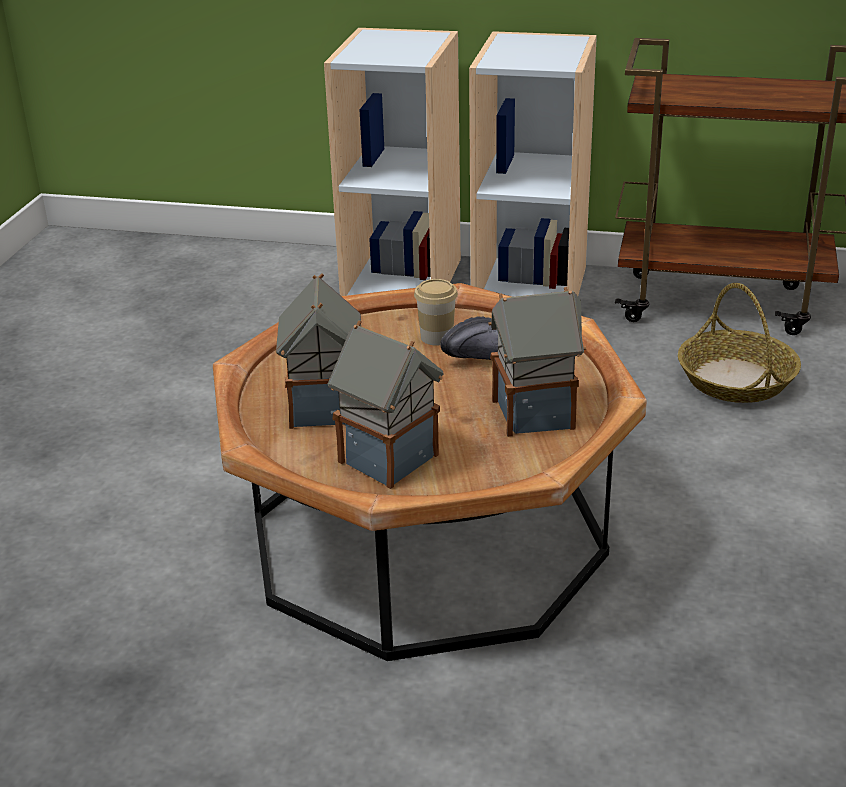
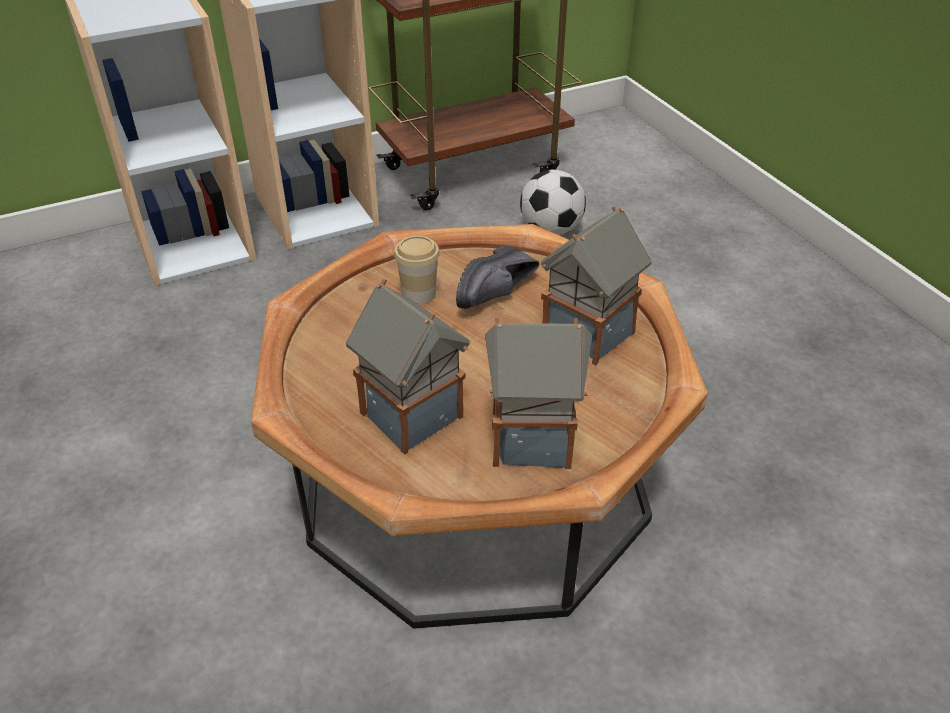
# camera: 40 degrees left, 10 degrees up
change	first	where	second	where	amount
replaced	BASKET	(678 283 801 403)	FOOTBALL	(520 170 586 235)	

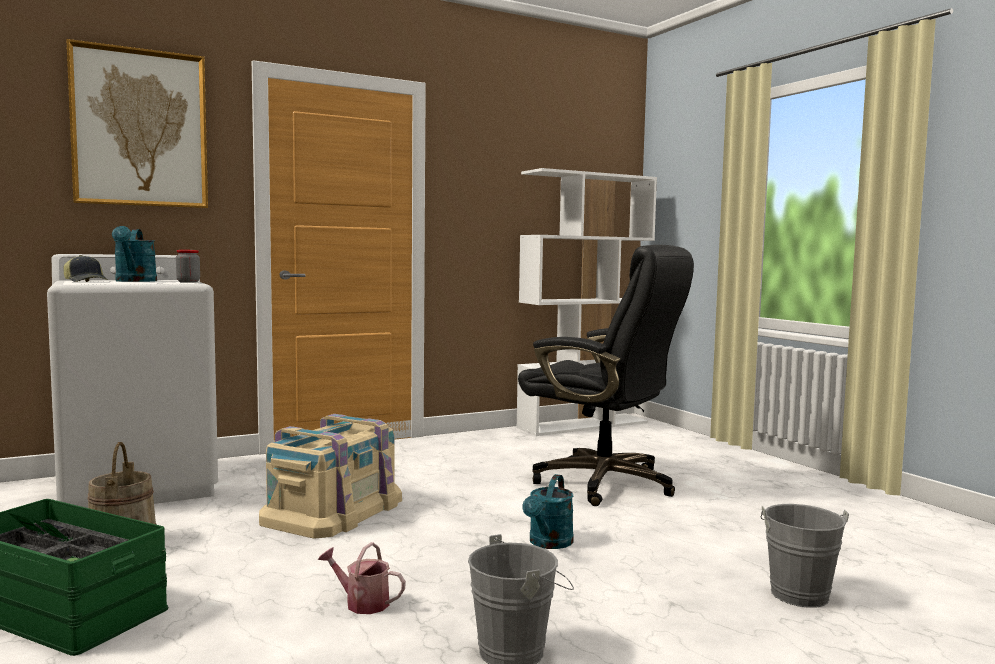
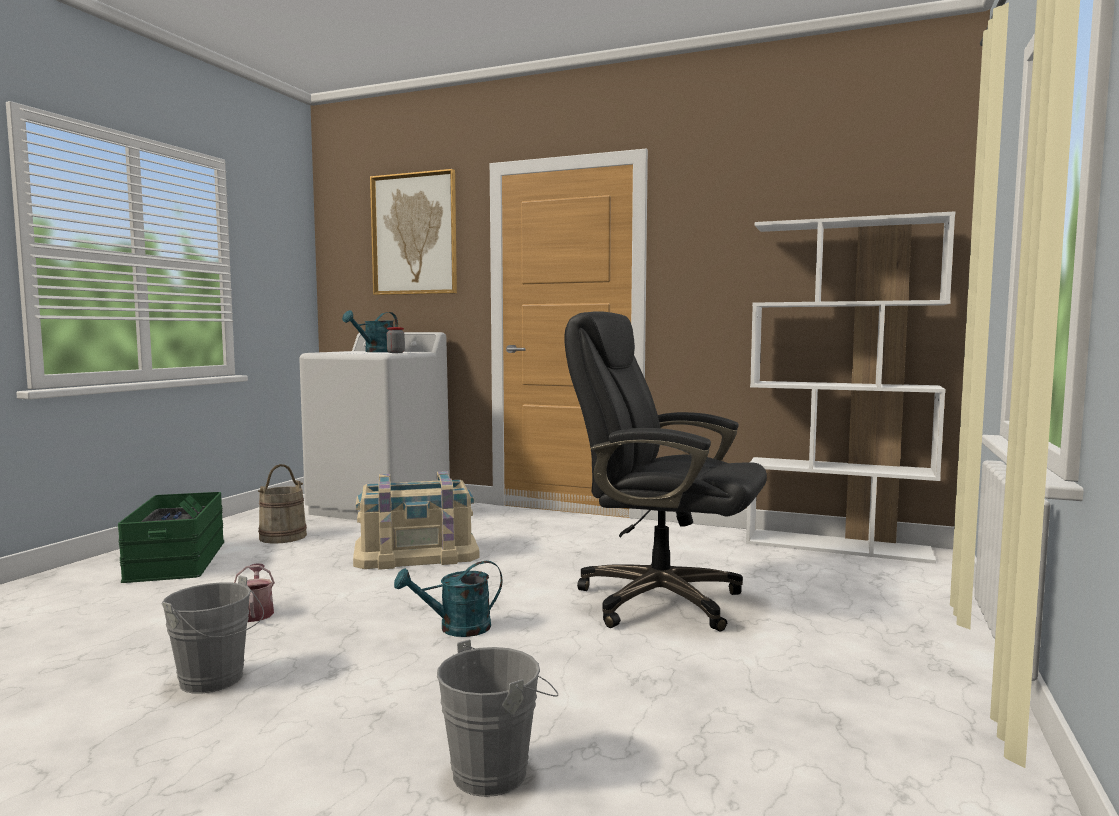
# camera: 50 degrees right, 0 degrees up
change	first	where	second	where	amount
turned	BLACK OFFICE CHAIR	(518 245 694 506)		(564 311 767 631)	120 degrees clockwise
removed	CAP	(63 255 108 282)			

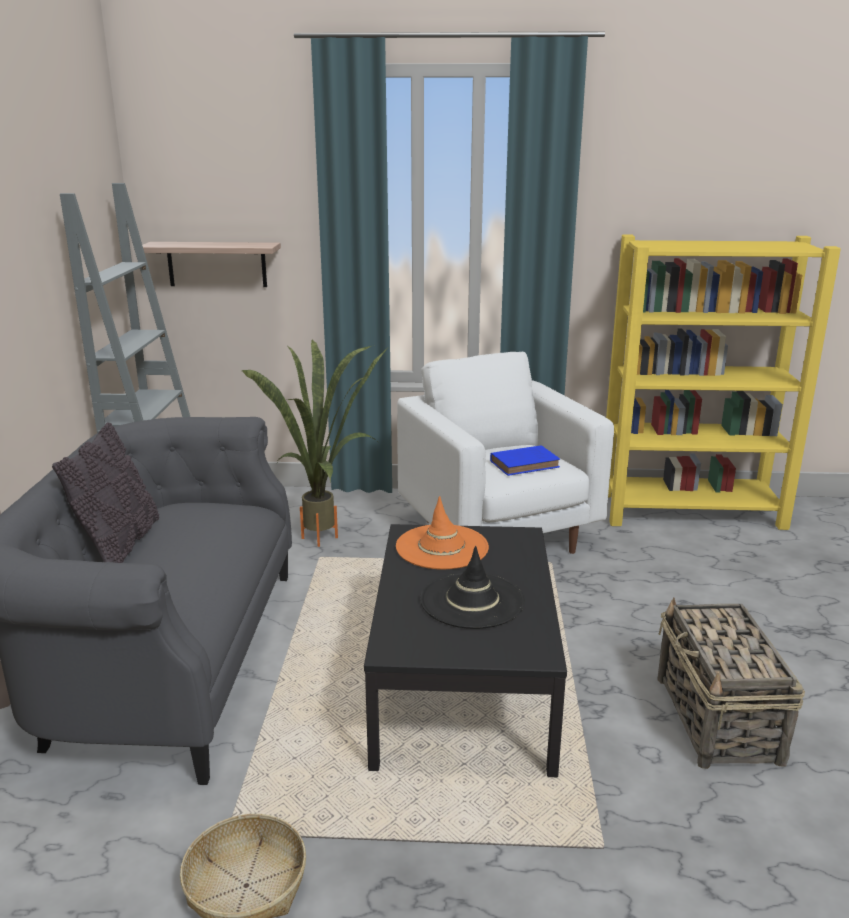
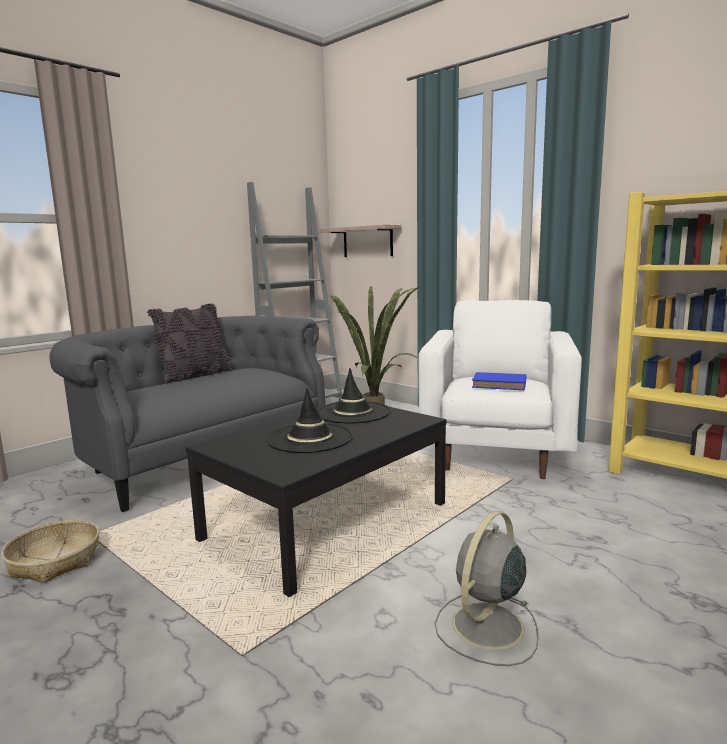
# camera: 40 degrees right, 10 degrees down
change	first	where	second	where	amount
recoloured	ORANGE HAT	(396 496 489 569)	BLACK HAT	(317 368 391 424)	
replaced	BASKET	(657 597 805 769)	GREY FAN	(435 511 539 666)	

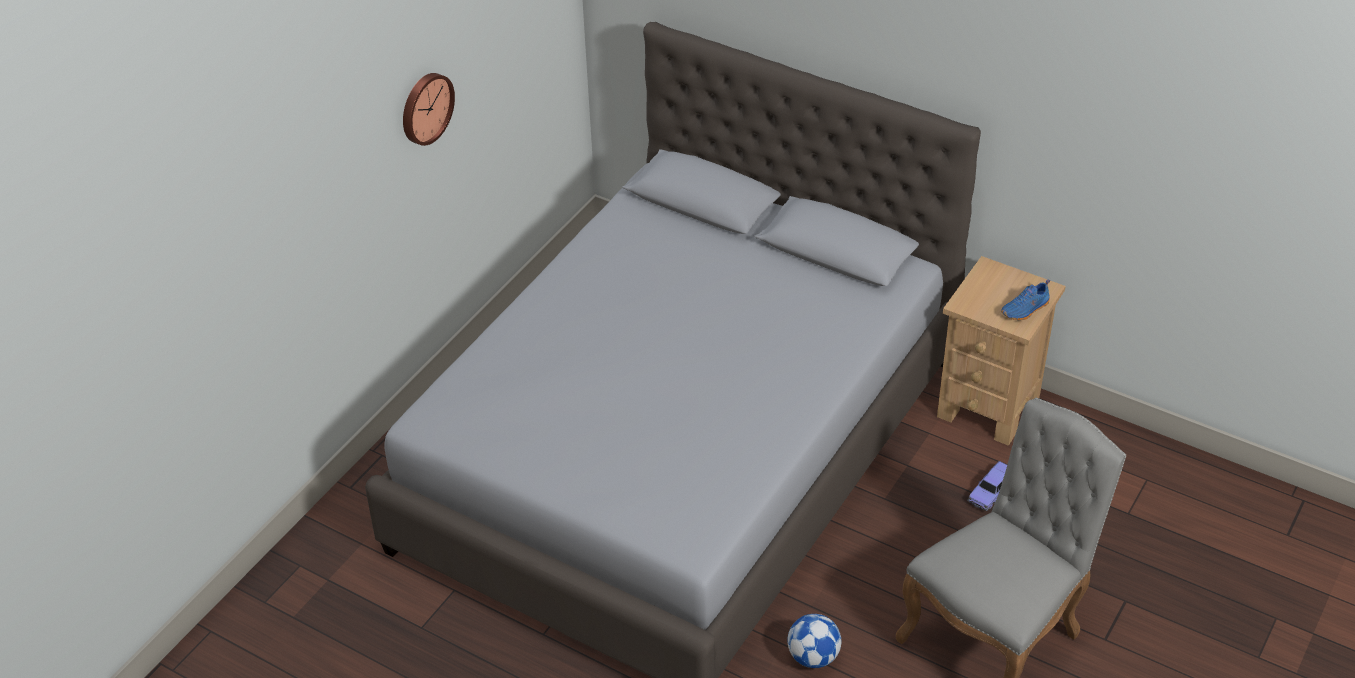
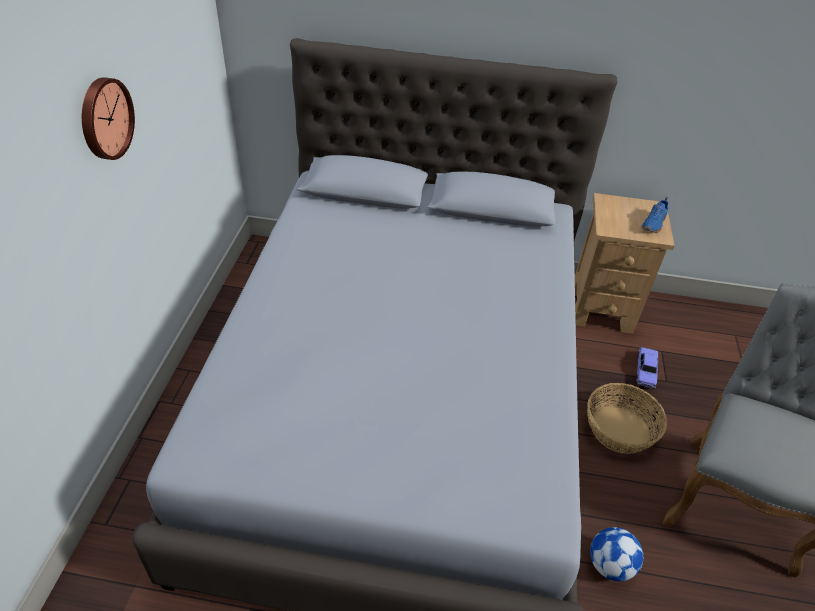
# camera: 25 degrees left, 0 degrees up
change	first	where	second	where	amount
added			BASKET	(587 383 667 454)	

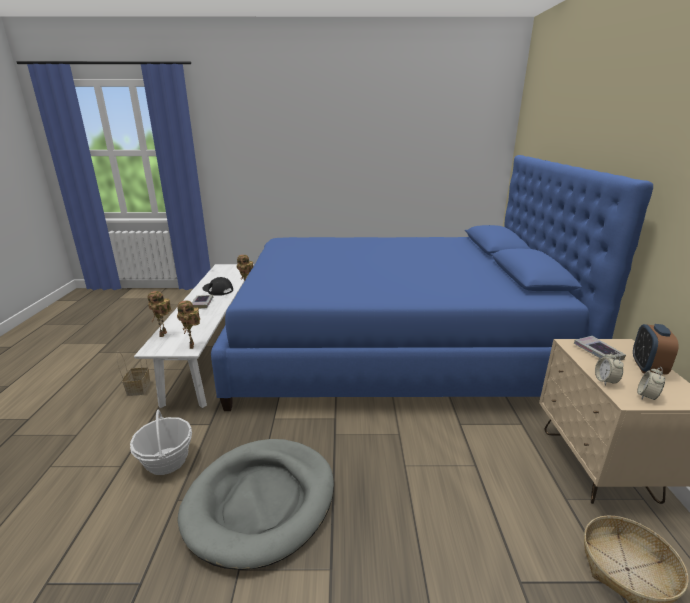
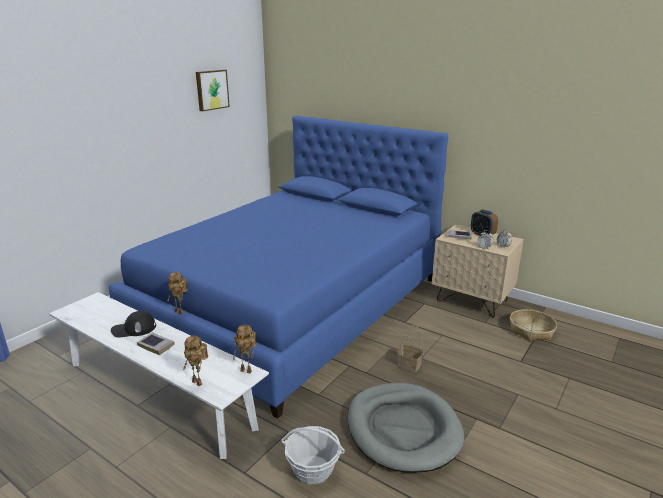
# camera: 55 degrees left, 0 degrees up
change	first	where	second	where	amount
added			PICTURE	(196 70 230 111)	
moved	BASKET	(117 351 151 396)		(397 325 423 372)	

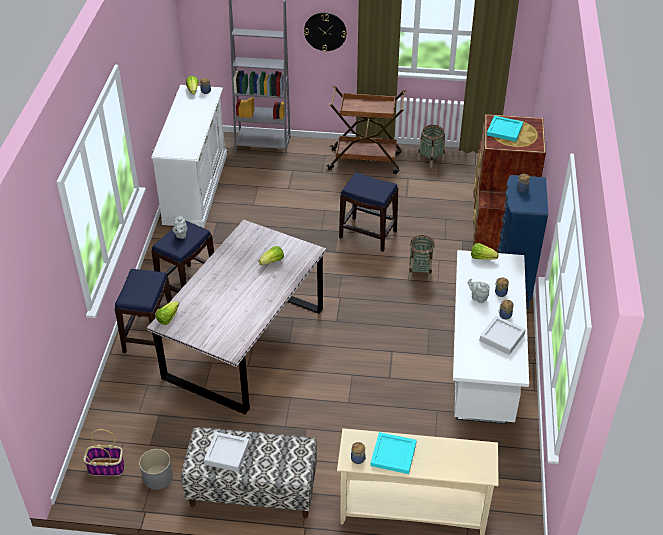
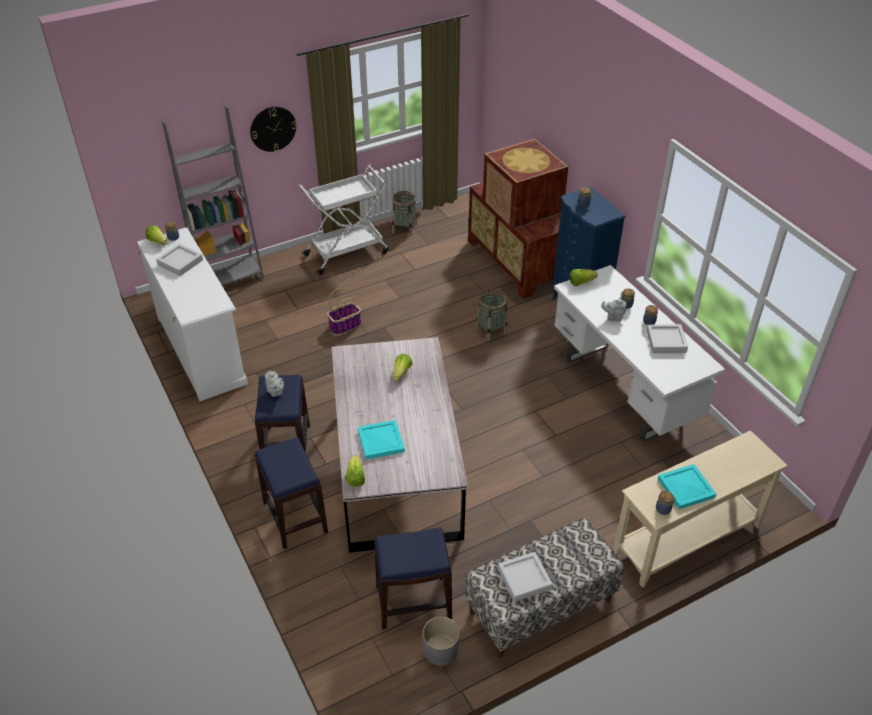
# camera: 35 degrees left, 0 degrees up
change	first	where	second	where	amount
added			GREY TRAY	(156 243 203 276)	
recoloured	BROWN CART	(326 86 406 174)	WHITE CART	(298 164 389 275)	
moved	BASKET	(84 429 125 476)		(327 288 361 335)	
moved	TURQUOISE TRAY	(487 116 523 142)		(358 420 405 460)	
moved	STOOL	(339 172 398 252)		(374 527 452 629)	

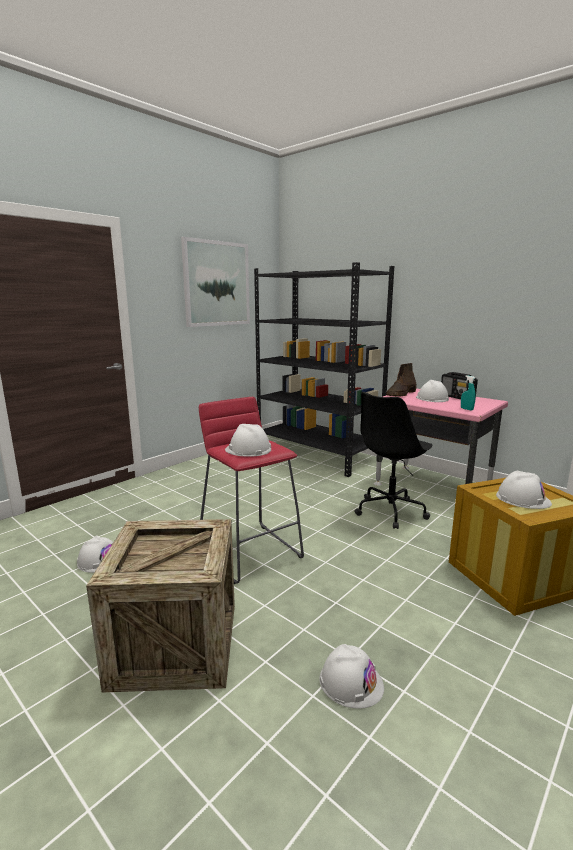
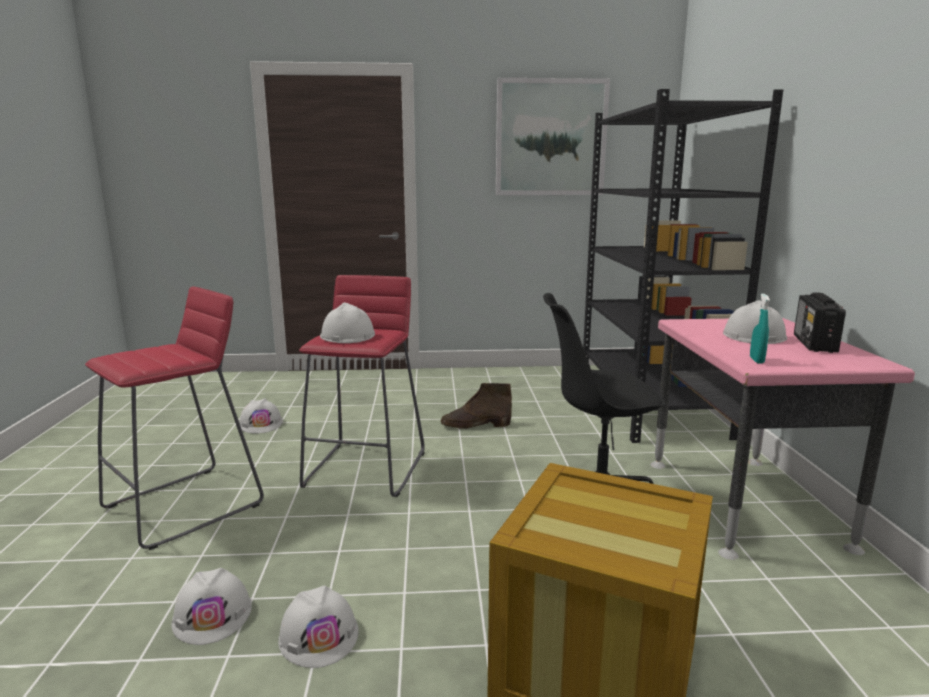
# camera: 45 degrees right, 0 degrees up
change	first	where	second	where	amount
replaced	CRATE	(86 519 235 693)	RED STOOL	(85 286 264 550)	
moved	WHITE HARD HAT	(496 471 552 509)		(278 586 359 668)	
moved	BROWN BOOT	(386 363 417 397)		(441 383 512 429)	

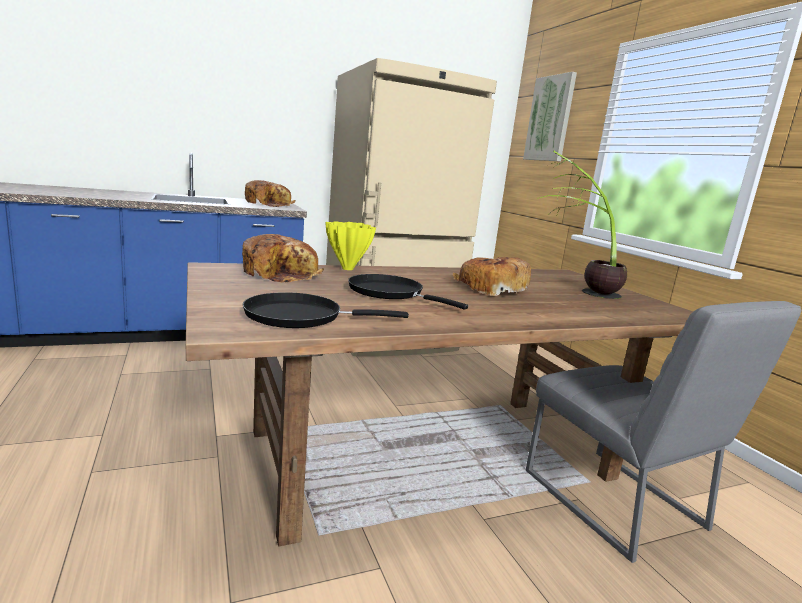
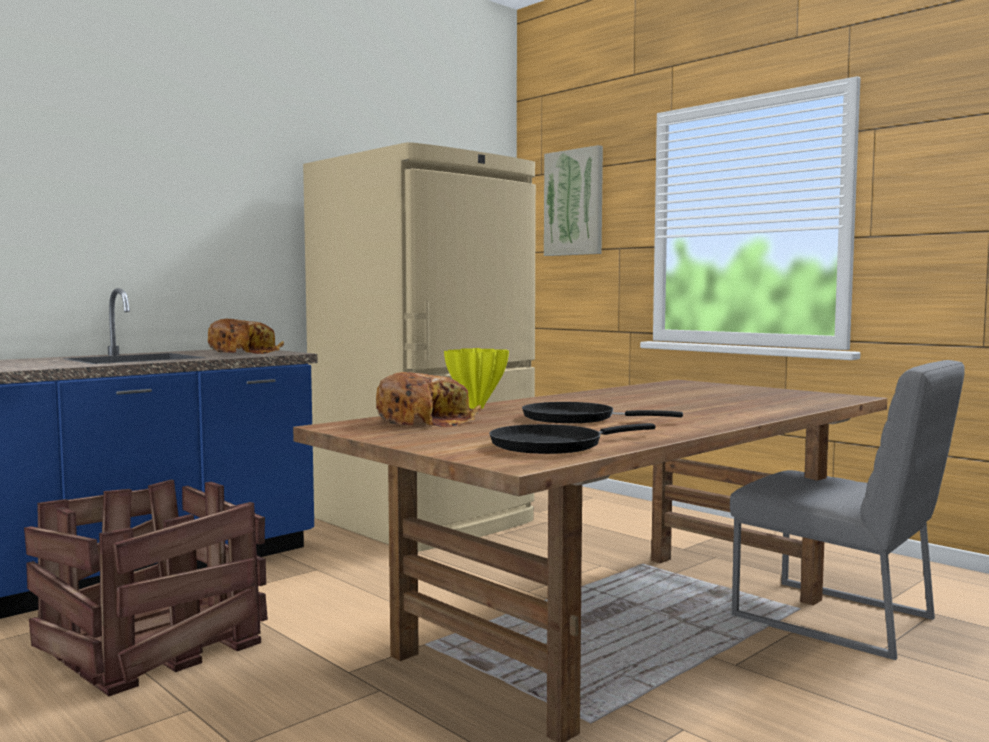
# camera: 20 degrees left, 10 degrees down
change	first	where	second	where	amount
added			CRATE	(24 480 268 696)	
removed	BREAD	(453 257 531 296)			
removed	POTTED PLANT	(537 151 627 299)			

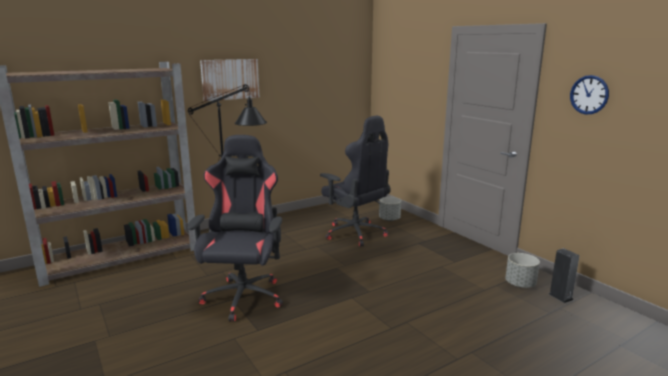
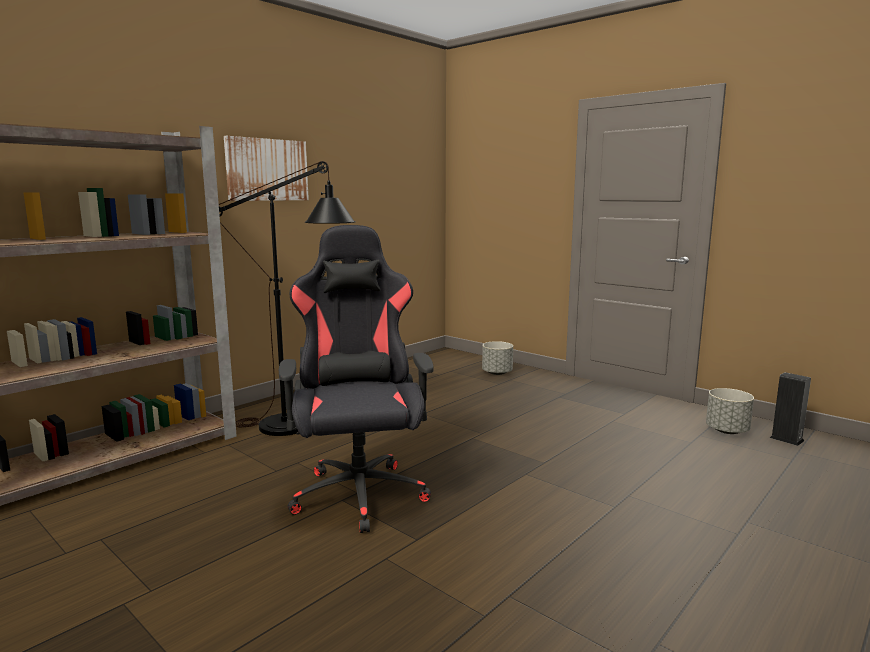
# camera: 15 degrees left, 5 degrees down
change	first	where	second	where	amount
removed	BLACK OFFICE CHAIR	(320 116 391 247)			
removed	WALL CLOCK	(570 75 609 114)			

